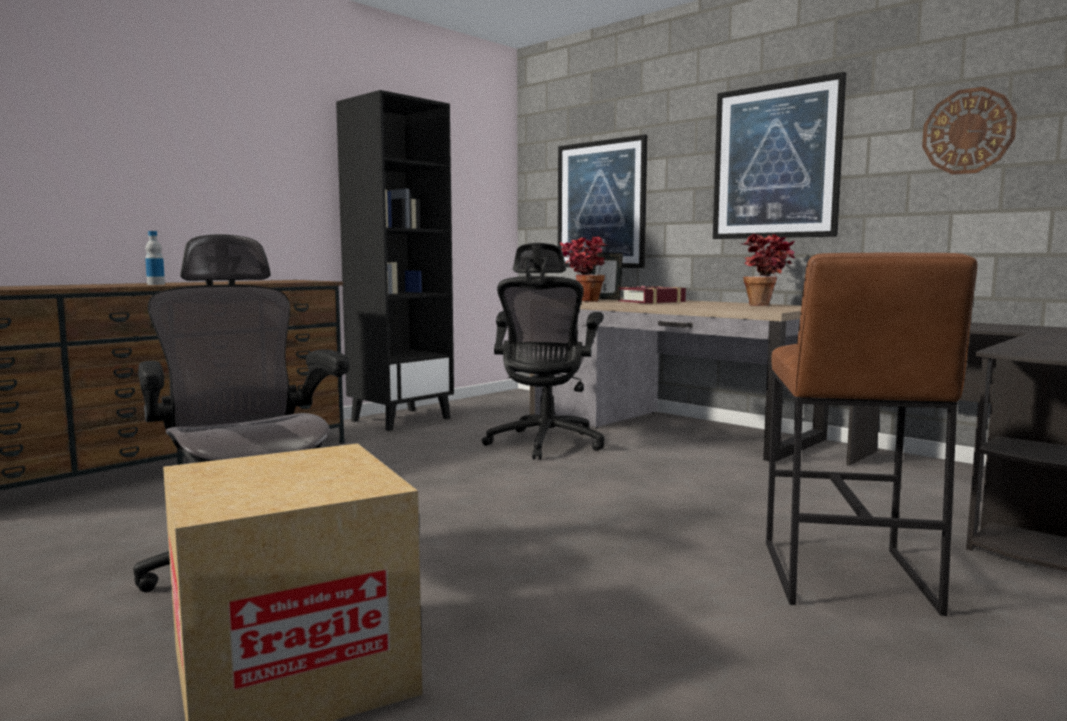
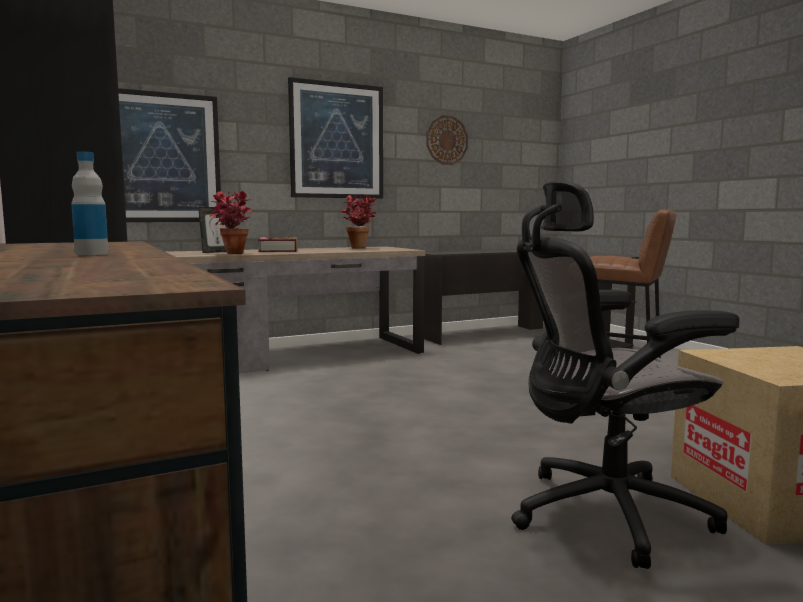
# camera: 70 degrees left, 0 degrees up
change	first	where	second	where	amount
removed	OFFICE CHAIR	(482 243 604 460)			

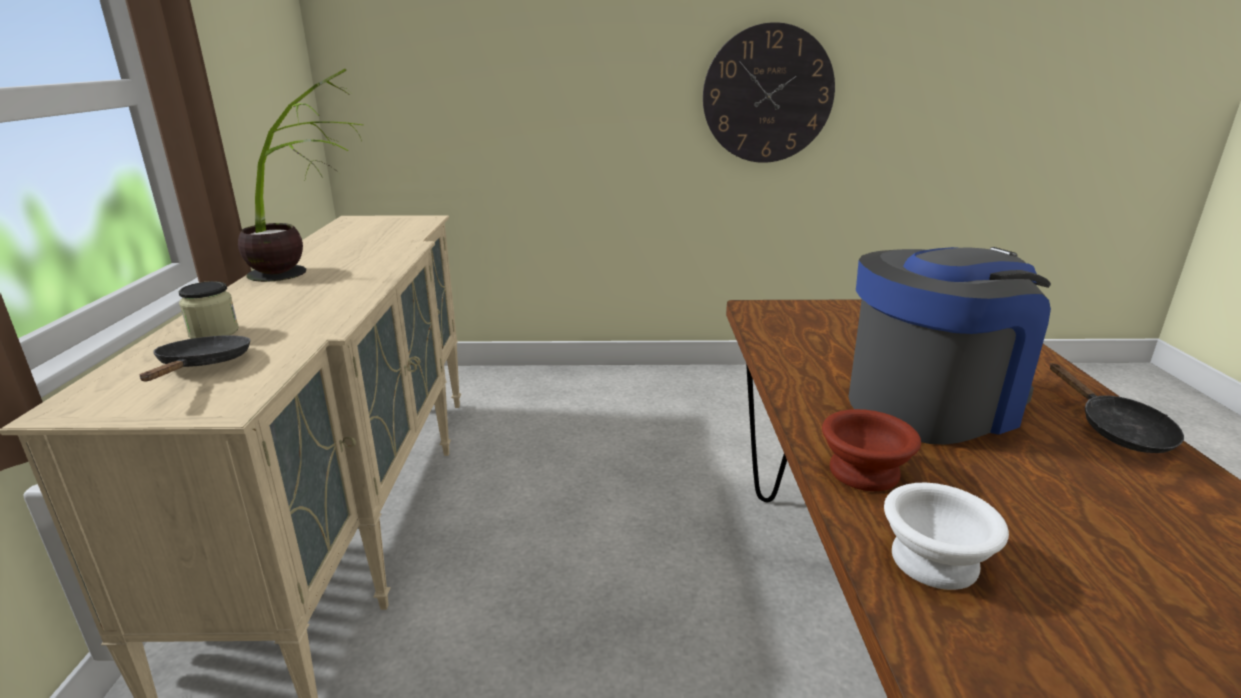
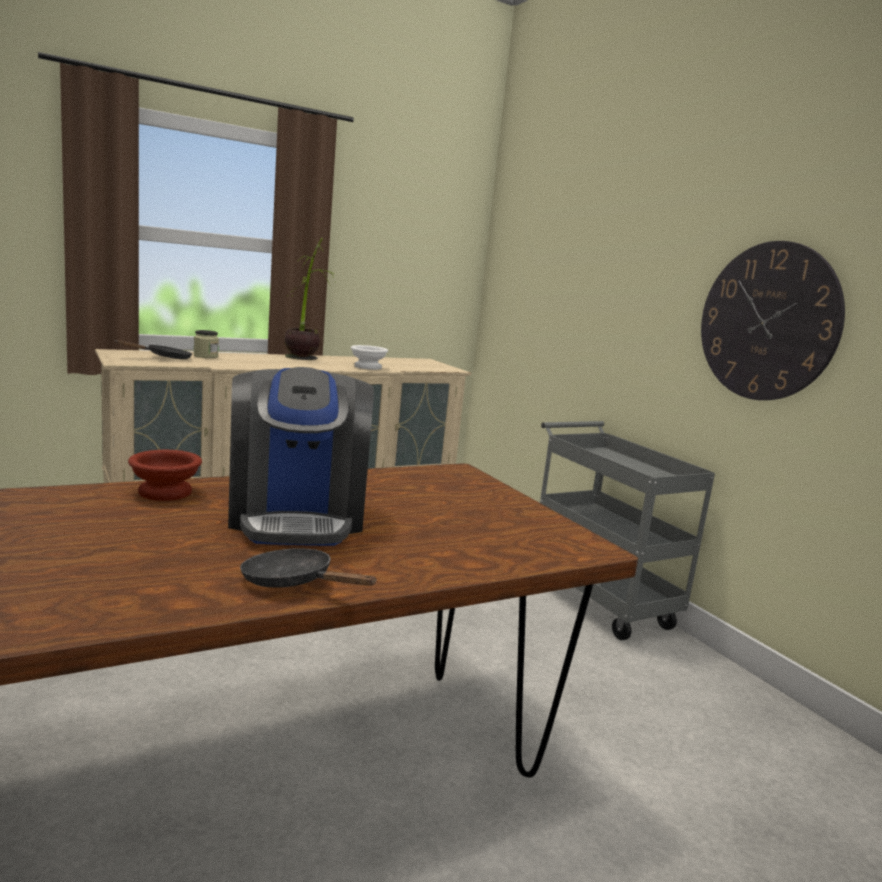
# camera: 60 degrees right, 10 degrees down
change	first	where	second	where	amount
turned	COFFEE MACHINE	(849 247 1051 445)		(228 367 374 546)	45 degrees clockwise
turned	BLACK FRYING PAN	(1050 363 1184 453)		(240 548 377 588)	75 degrees clockwise
moved	WHITE BOWL	(884 483 1009 590)		(351 345 388 370)	
added			GREY CART	(540 421 715 640)	

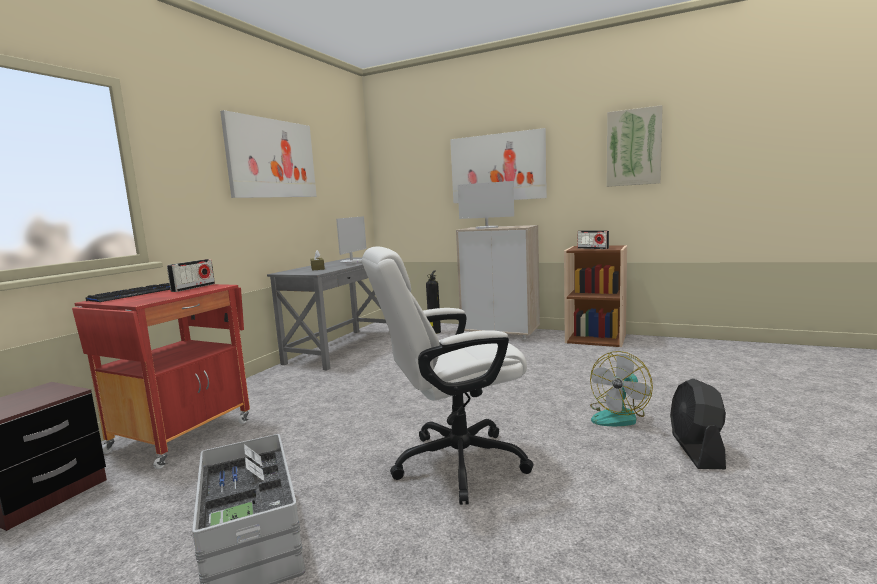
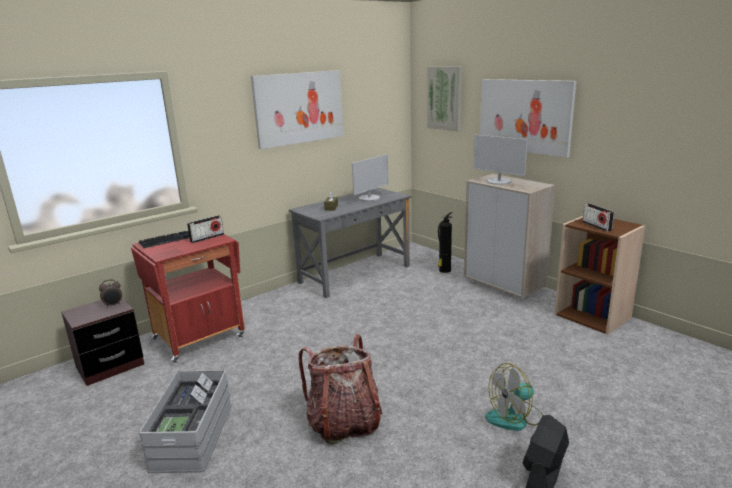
# camera: 25 degrees right, 10 degrees up
change	first	where	second	where	amount
added			ALARM CLOCK	(99 279 122 307)	
replaced	WHITE OFFICE CHAIR	(362 246 534 505)	BACKPACK	(299 334 382 445)	
moved	PICTURE	(607 105 663 187)		(427 66 462 131)	

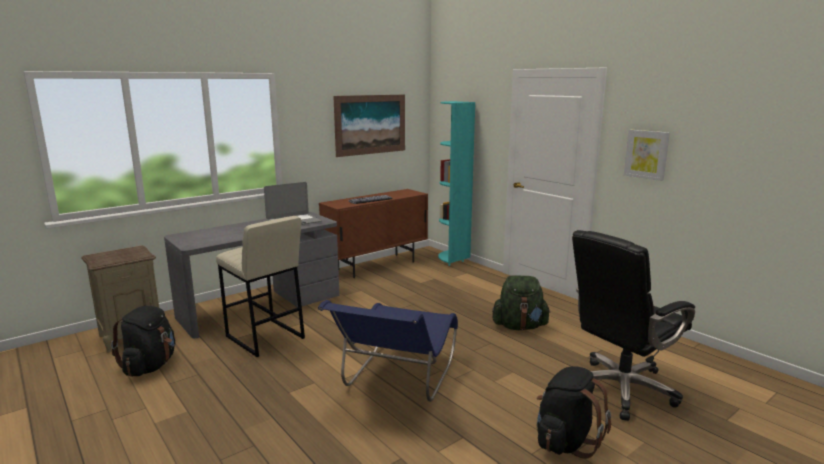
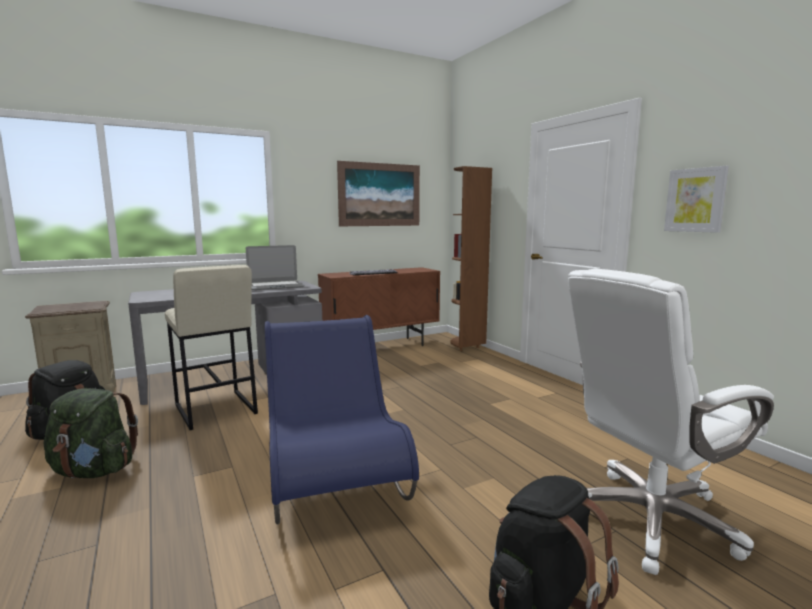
# camera: 10 degrees right, 5 degrees down
change	first	where	second	where	amount
moved	GREEN BACKPACK	(492 276 551 330)		(44 388 138 478)	
turned	BLUE CHAIR	(318 300 458 402)		(264 315 419 525)	135 degrees clockwise
recoloured	TURQUOISE BOOKCASE	(438 101 475 266)	BROWN BOOKCASE	(450 166 492 351)	
recoloured	BLACK OFFICE CHAIR	(572 230 695 421)	WHITE OFFICE CHAIR	(568 269 774 575)	

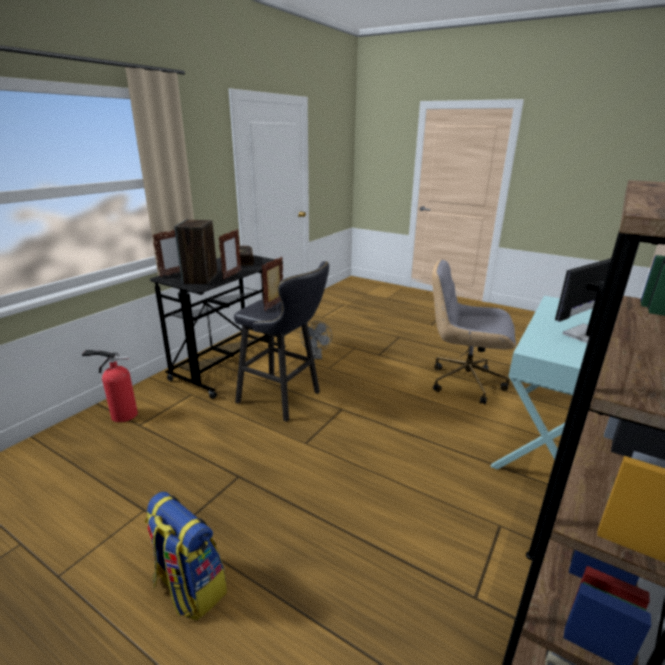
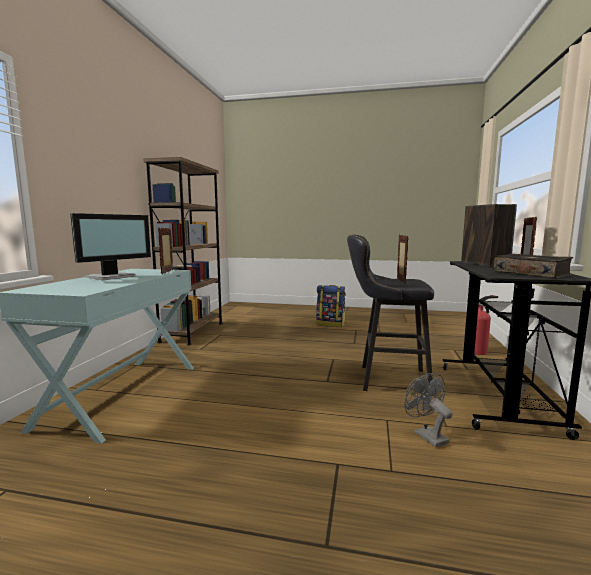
# camera: 160 degrees right, 15 degrees down
change	first	where	second	where	amount
moved	PICTURE FRAME	(218 229 241 280)		(158 228 173 274)	
removed	GREY OFFICE CHAIR	(432 259 516 404)			

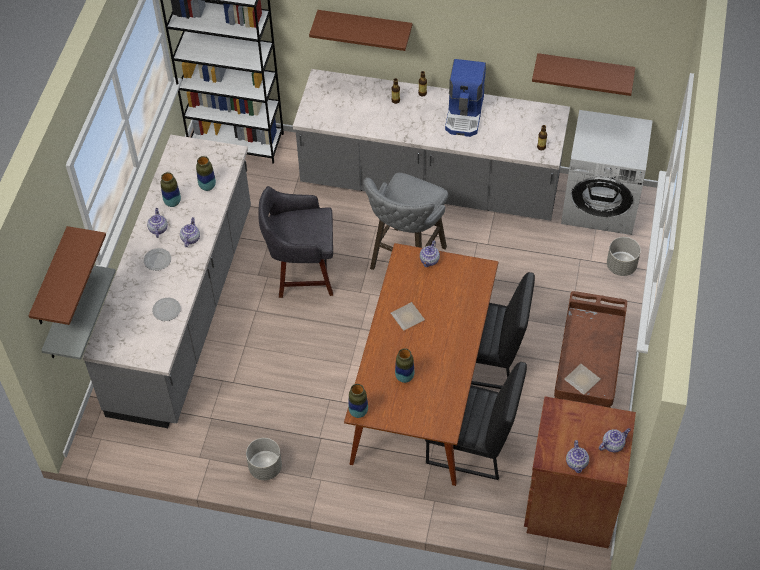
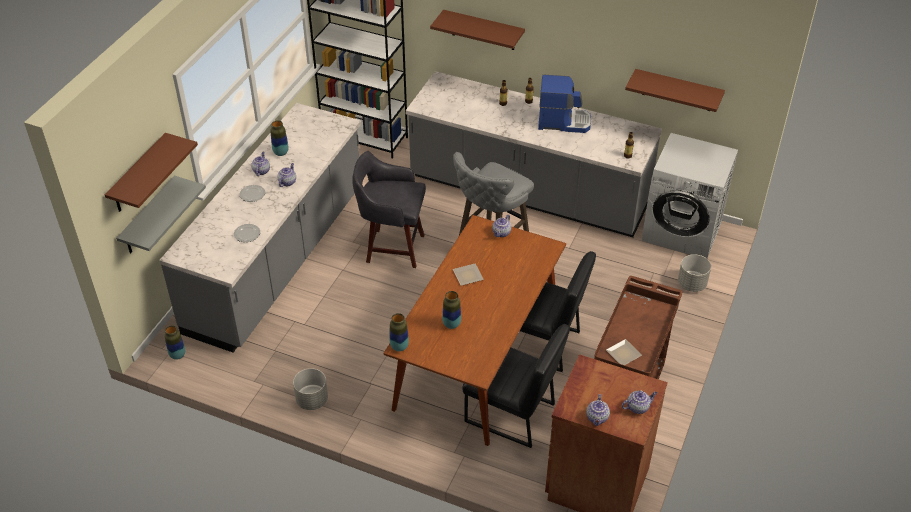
# camera: 10 degrees right, 10 degrees down
change	first	where	second	where	amount
moved	VASE	(196 156 216 191)		(165 326 185 360)	
turned	COFFEE MACHINE	(445 59 486 137)		(538 75 591 133)	105 degrees counterclockwise

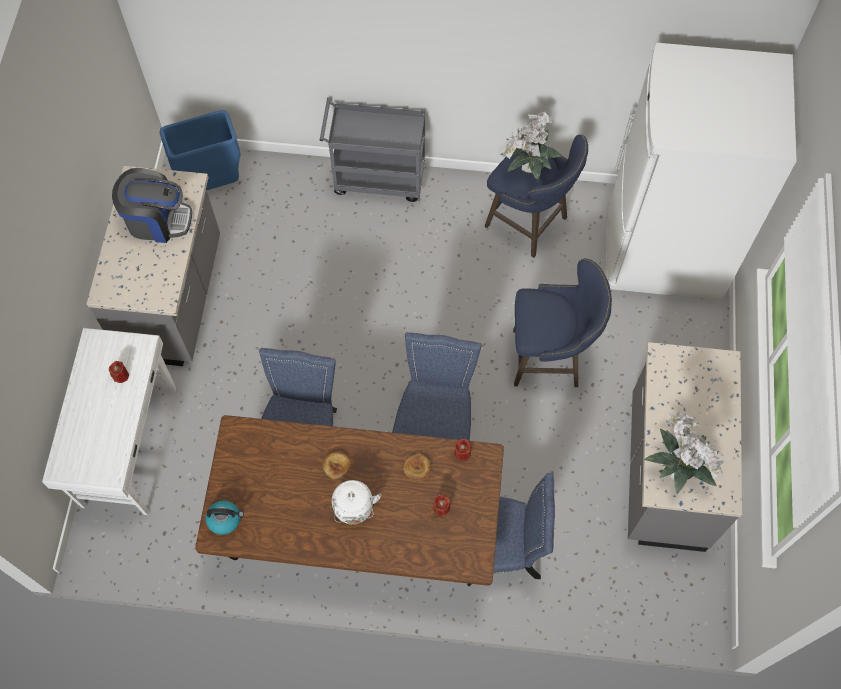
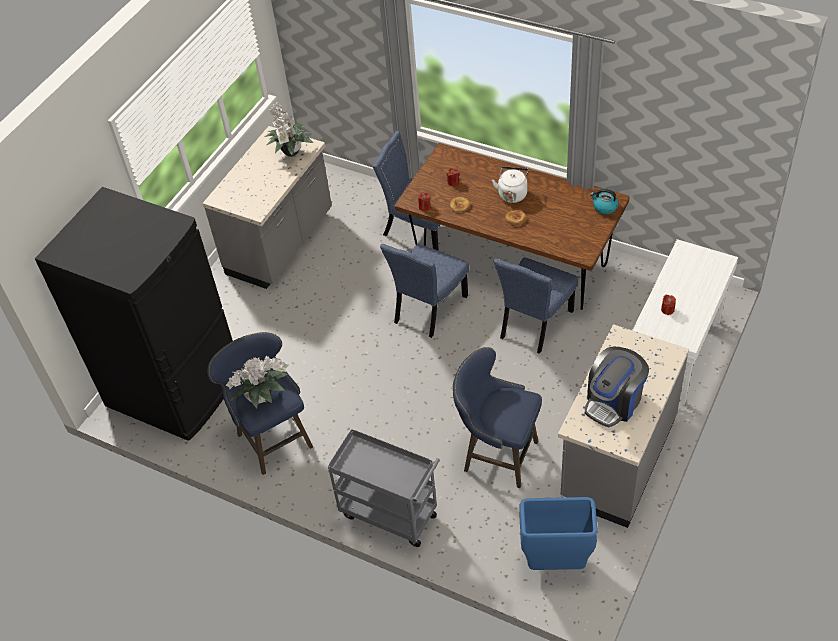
# camera: 155 degrees left, 15 degrees down
change	first	where	second	where	amount
recoloured	WHITE FRIDGE	(605 43 797 300)	BLACK FRIDGE	(35 187 233 441)	
moved	BLUE STOOL	(513 259 612 387)		(453 347 542 488)	
turned	COFFEE MACHINE	(112 168 192 243)		(585 347 649 427)	75 degrees counterclockwise

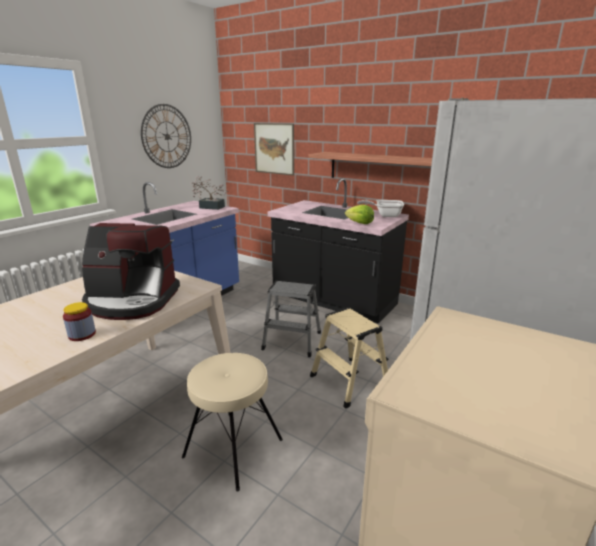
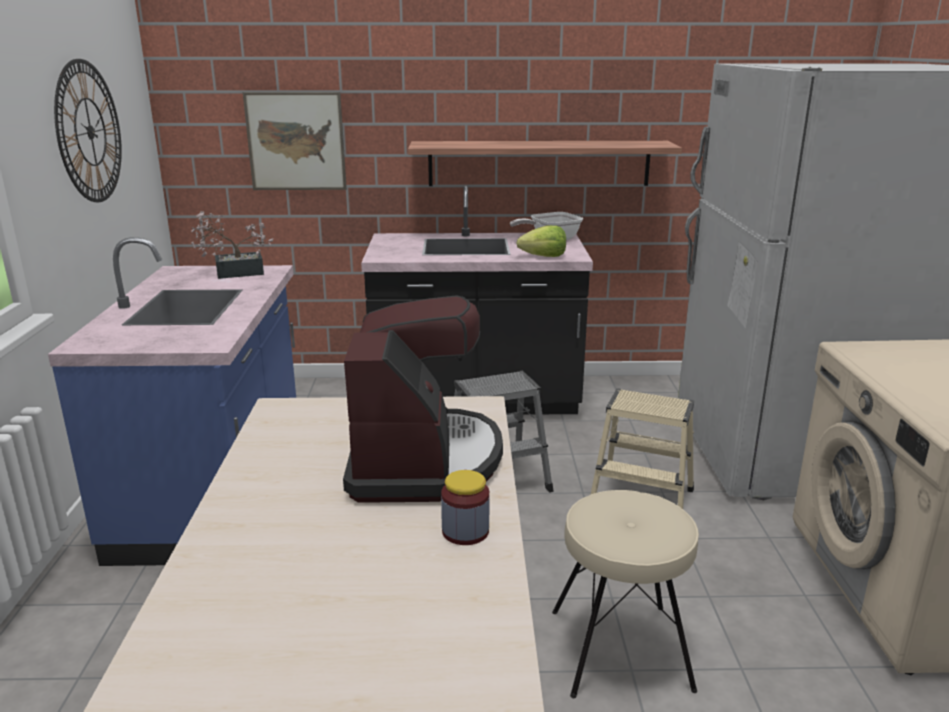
# camera: 35 degrees left, 0 degrees up
change	first	where	second	where	amount
turned	COFFEE MACHINE	(82 223 180 320)		(343 295 503 503)	60 degrees counterclockwise

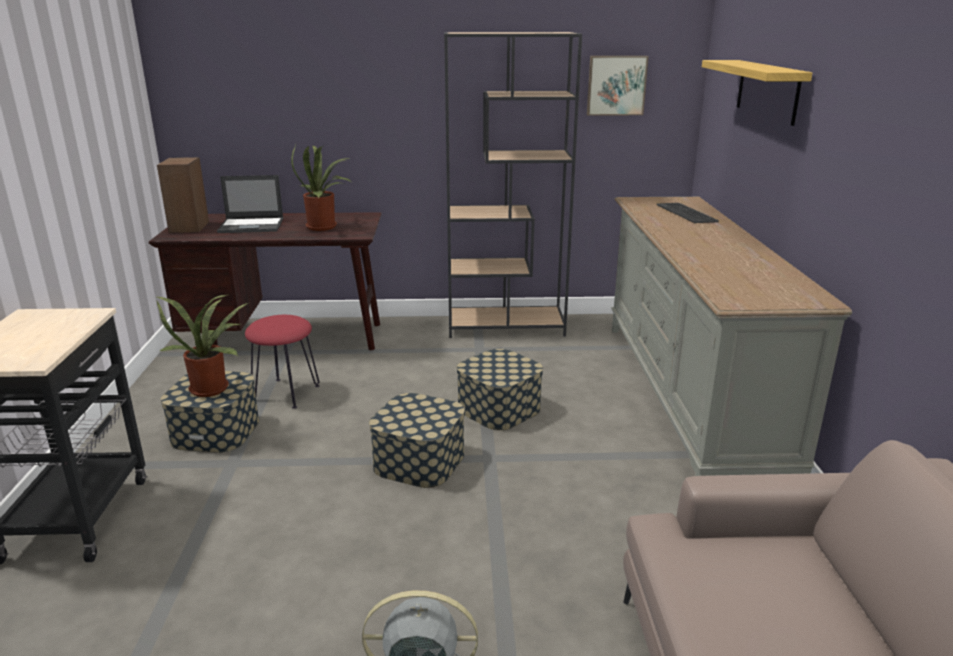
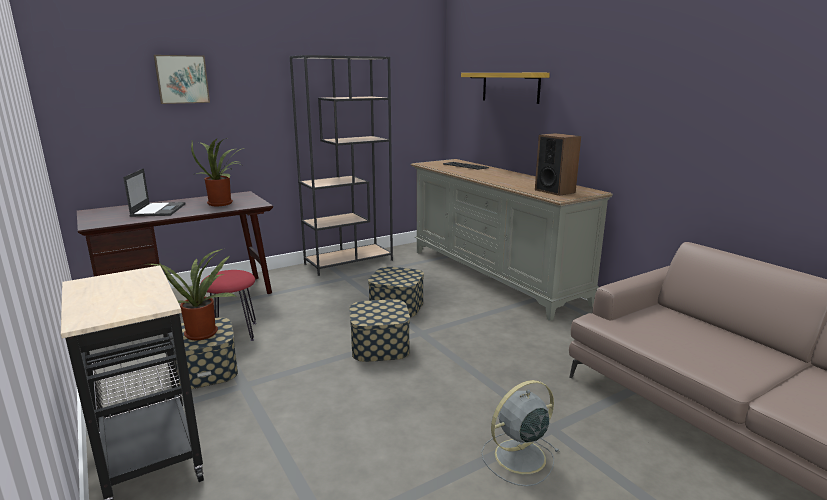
# camera: 30 degrees left, 5 degrees down
change	first	where	second	where	amount
turned	LAPTOP	(217 175 283 233)		(123 168 185 217)	60 degrees counterclockwise
moved	PICTURE	(587 56 649 116)		(154 55 210 104)	
moved	SPEAKER	(157 157 209 233)		(535 133 581 196)	

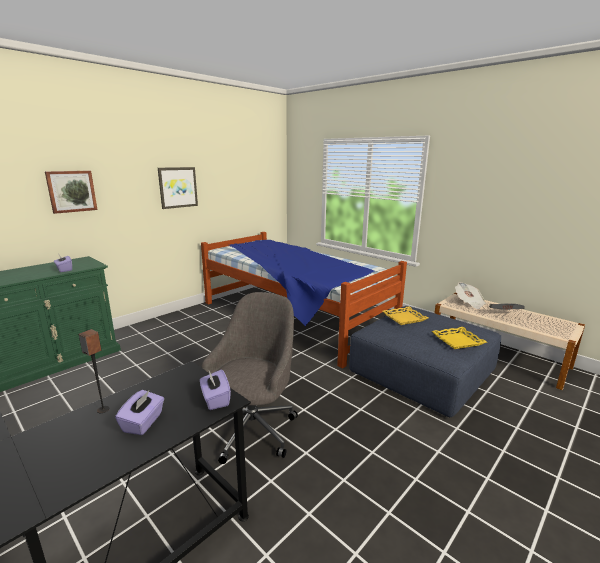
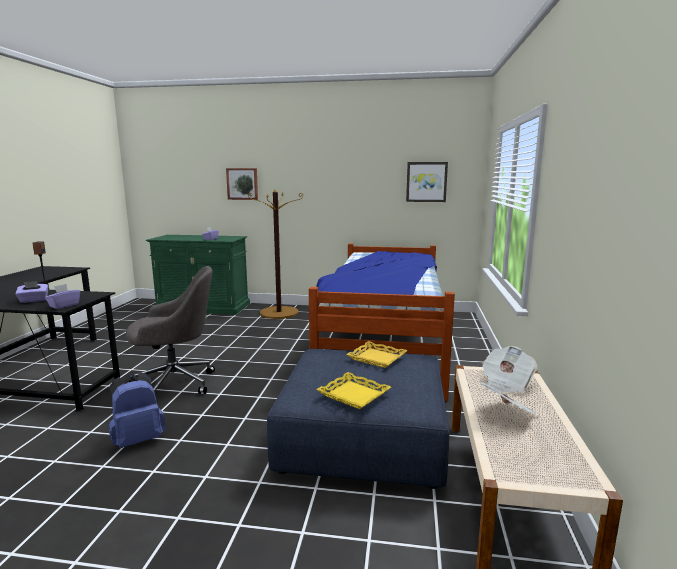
# camera: 55 degrees right, 5 degrees down
change	first	where	second	where	amount
added			BLUE BACKPACK	(109 372 166 448)	
added			BROWN CLOTHES RACK	(248 189 303 319)	
moved	PICTURE	(158 167 198 209)		(406 162 448 202)	

